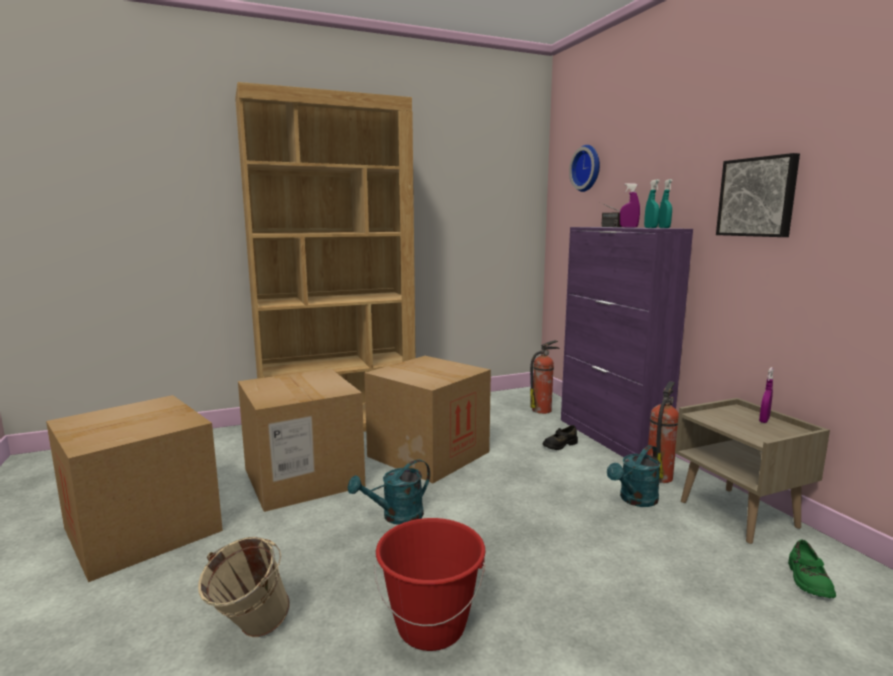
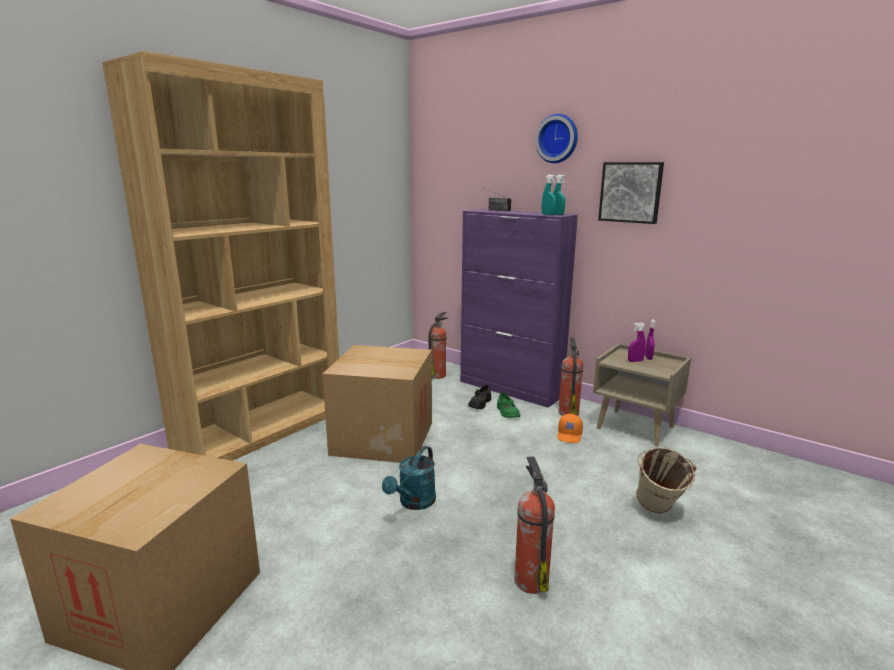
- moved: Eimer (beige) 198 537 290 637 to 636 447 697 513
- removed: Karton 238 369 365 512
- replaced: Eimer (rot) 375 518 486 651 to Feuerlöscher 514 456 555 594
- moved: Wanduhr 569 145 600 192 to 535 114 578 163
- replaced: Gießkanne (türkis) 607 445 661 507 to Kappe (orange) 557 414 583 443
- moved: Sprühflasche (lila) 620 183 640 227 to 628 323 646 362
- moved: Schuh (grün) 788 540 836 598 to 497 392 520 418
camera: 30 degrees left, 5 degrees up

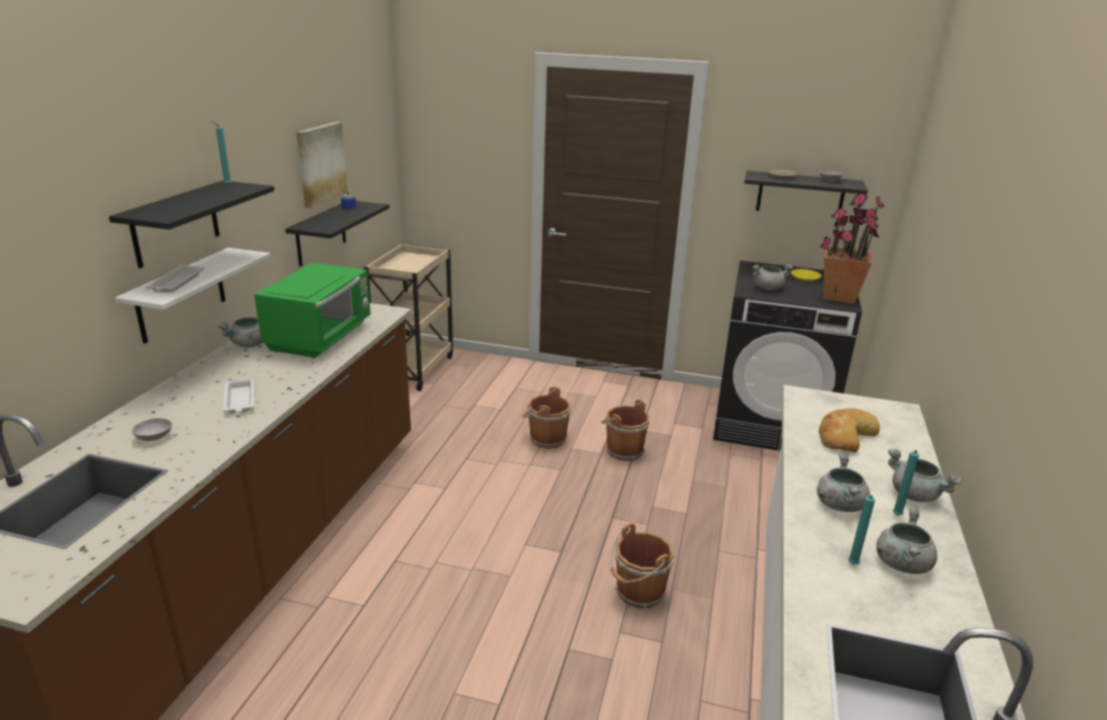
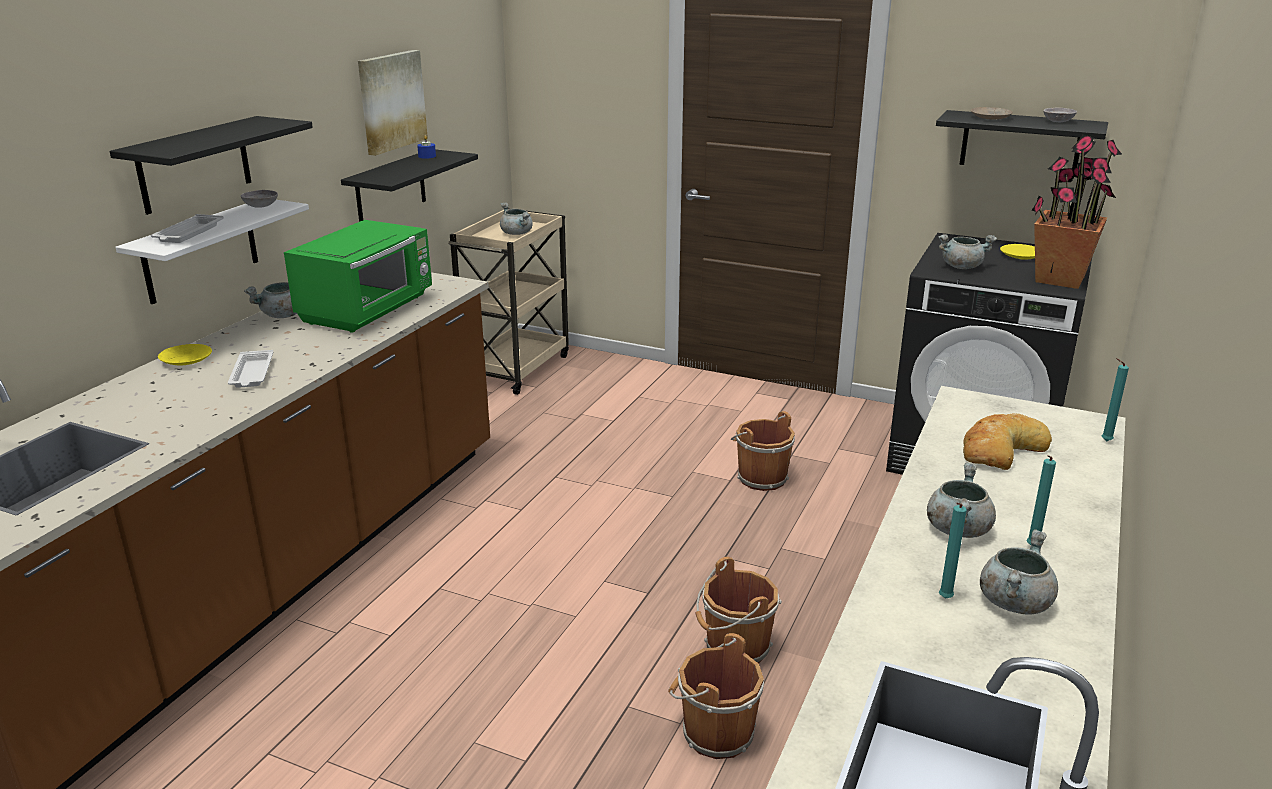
- moved: Schüssel (grau) 132 418 172 441 to 241 190 278 208
- moved: Kerze (türkis) 211 121 231 185 to 1102 358 1129 441
- moved: Eimer (braun) 522 386 571 449 to 668 633 764 759
- moved: Kochtopf (grau) 888 449 963 502 to 500 202 533 235
- added: Teller (gelb) 158 344 212 365
camera: 10 degrees right, 0 degrees up

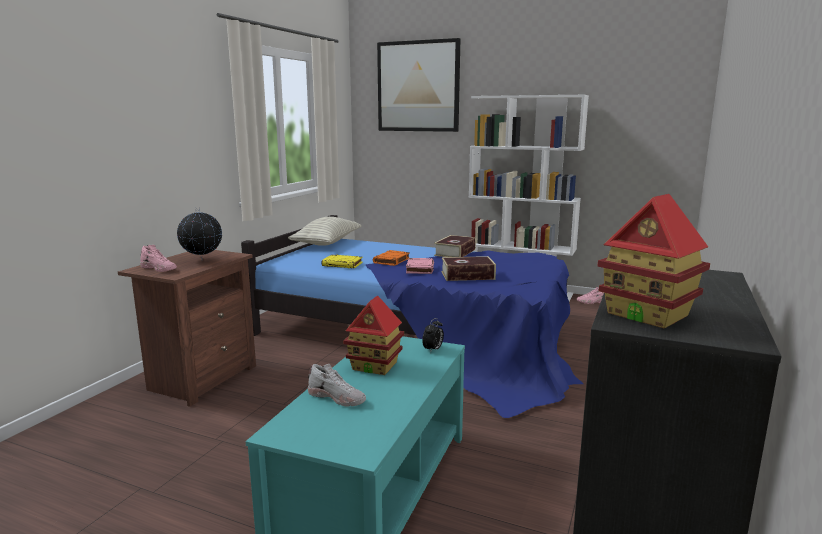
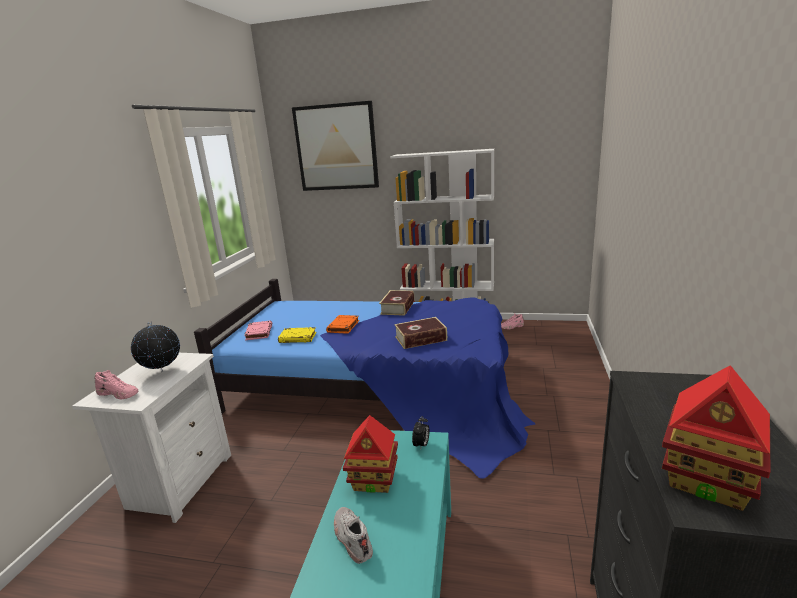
- recoloured: Nachttisch (braun) 118 250 256 407 to Nachttisch (weiß) 72 353 231 523
- removed: Kissen 288 217 361 246
- turned: Schuh (weiß) 308 364 366 407 = 334 507 373 564 135 degrees counterclockwise
- moved: Buch (rosa) 406 258 434 274 to 244 320 272 340
camera: 10 degrees left, 5 degrees up

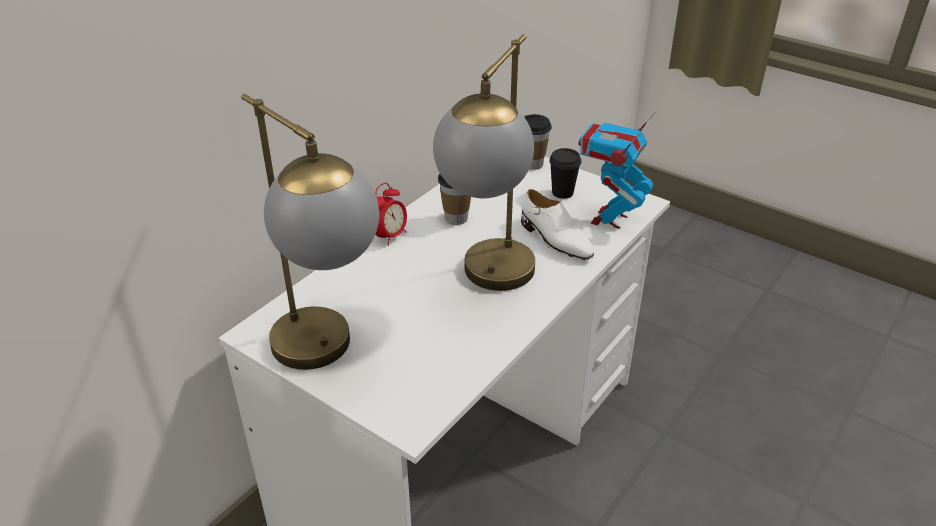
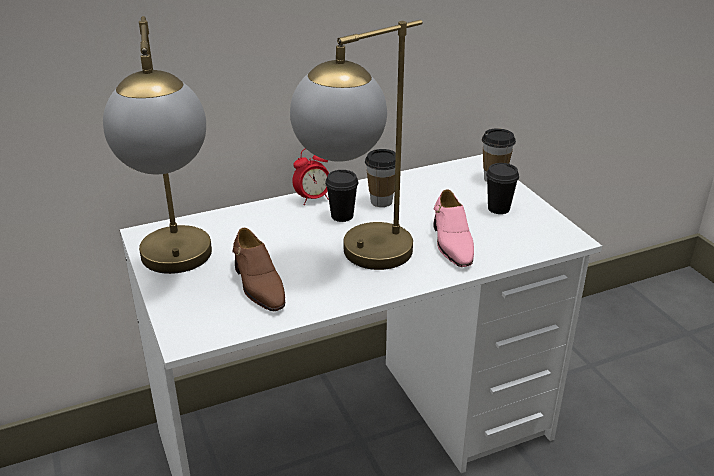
- recoloured: Schuh (weiß) 521 189 594 260 to Schuh (rosa) 433 189 474 267
- removed: Spielzeugroboter 578 112 655 229
- added: Schuh (braun) 232 228 285 311
- added: Tasse (schwarz) 325 170 358 222
camera: 30 degrees right, 5 degrees down

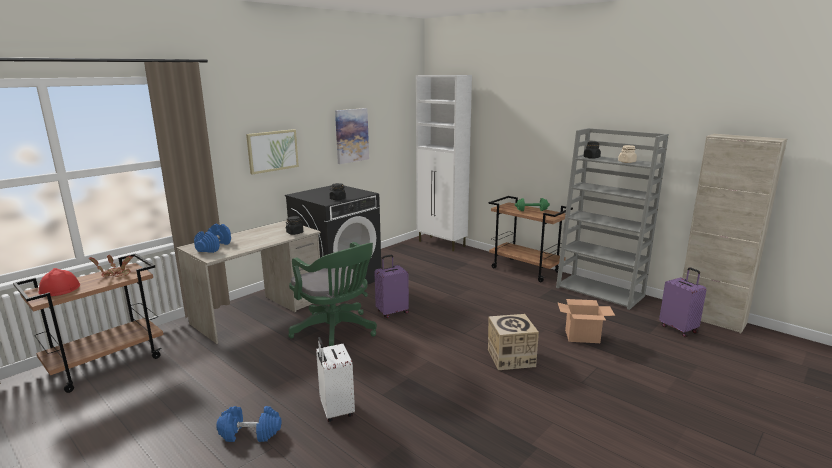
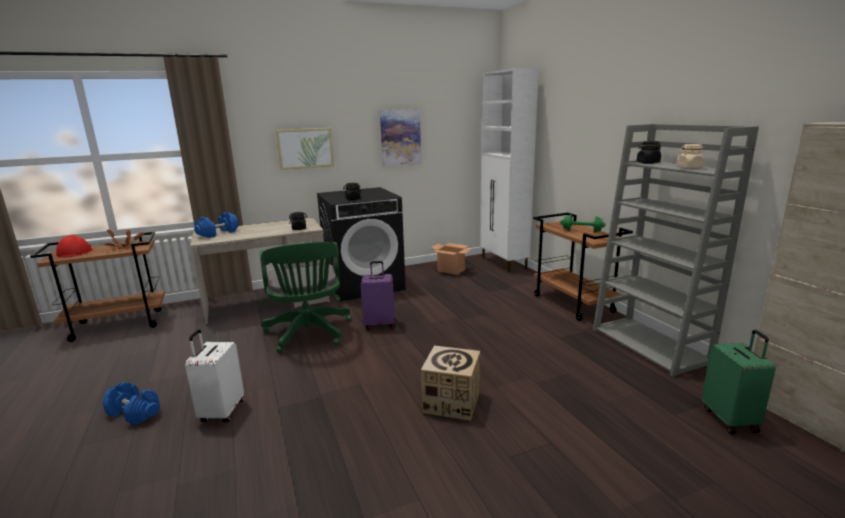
- moved: Karton 557 299 615 343 to 430 243 472 275
- recoloured: Koffer (lila) 659 267 707 337 to Koffer (grün) 702 330 776 434
camera: 25 degrees right, 0 degrees up

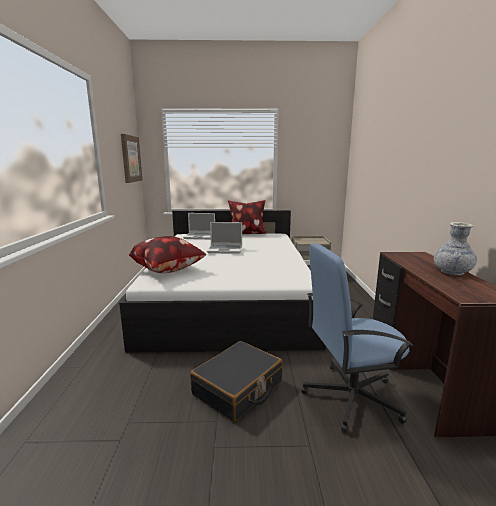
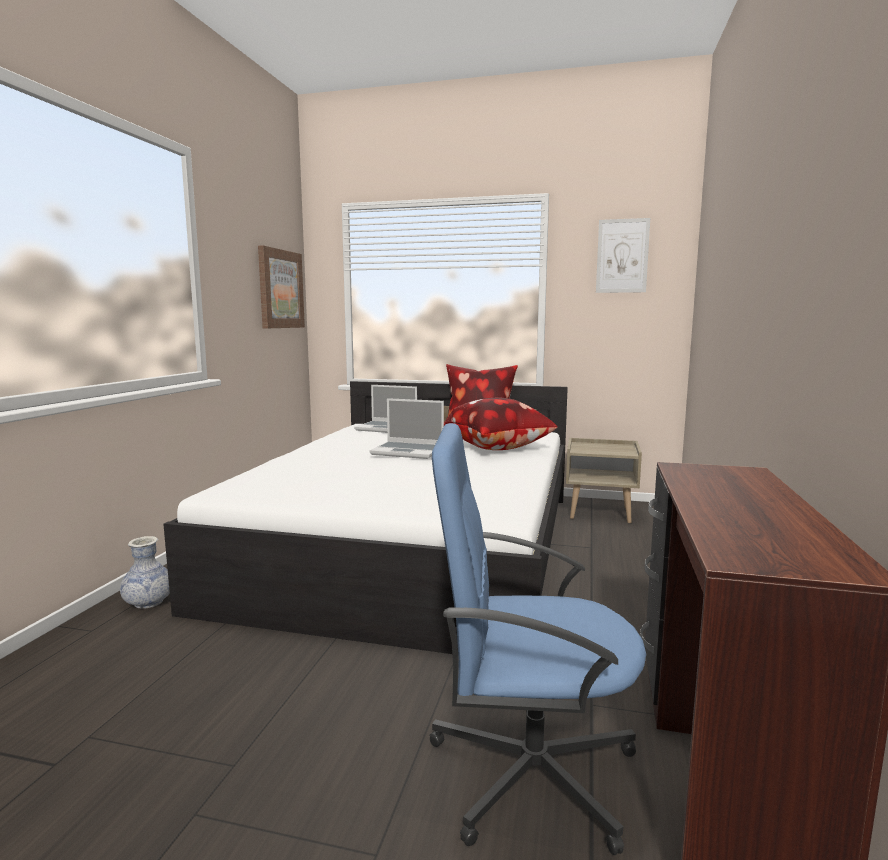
- moved: Kissen 129 236 206 273 to 444 398 558 450
- removed: Koffer (schwarz) 190 341 283 422
- moved: Vase 434 222 477 275 to 120 536 170 609
- added: Bild 596 218 650 293
camera: 15 degrees right, 5 degrees down

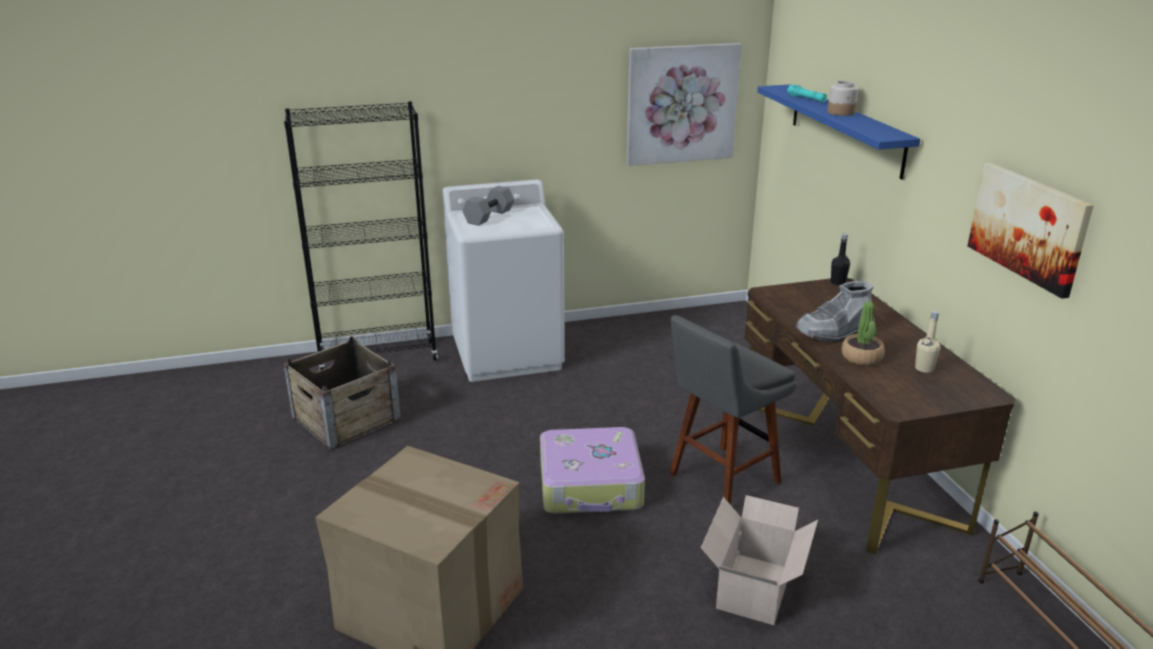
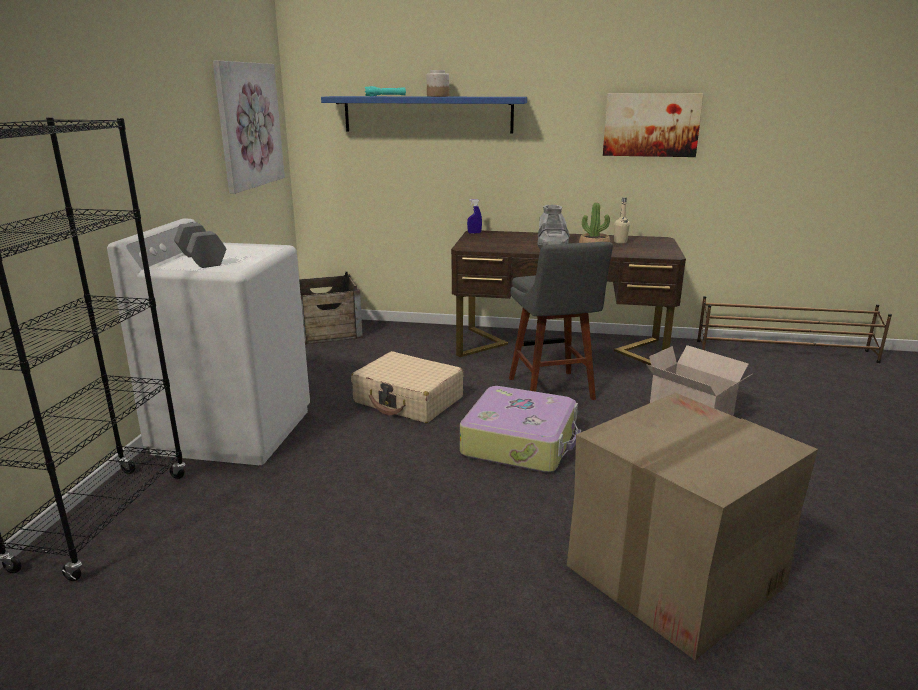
- moved: Kiste 283 336 401 450 to 299 272 363 344
- replaced: Flasche (schwarz) 830 234 850 286 to Sprühflasche (blau) 467 199 482 234
- added: Koffer (beige) 351 351 463 423
camera: 65 degrees left, 5 degrees down

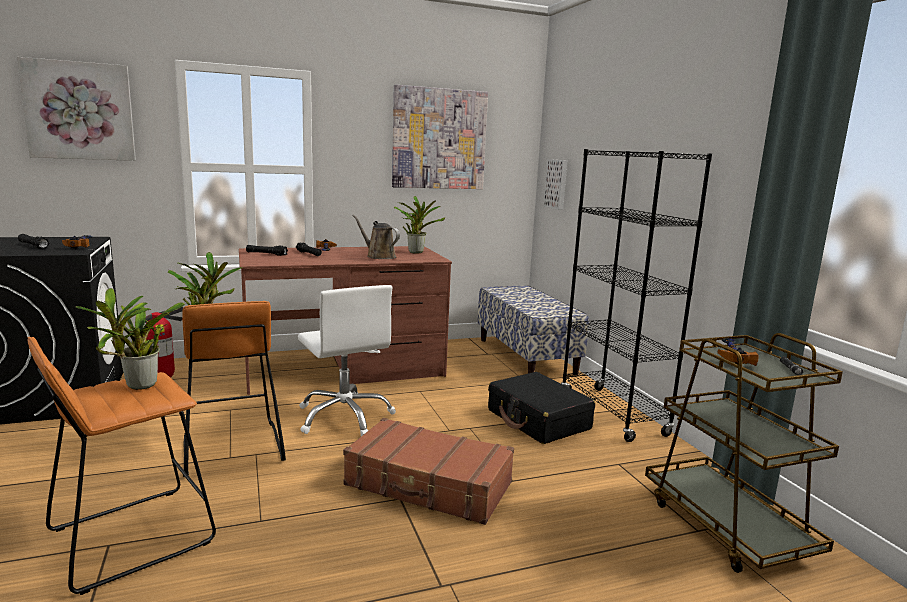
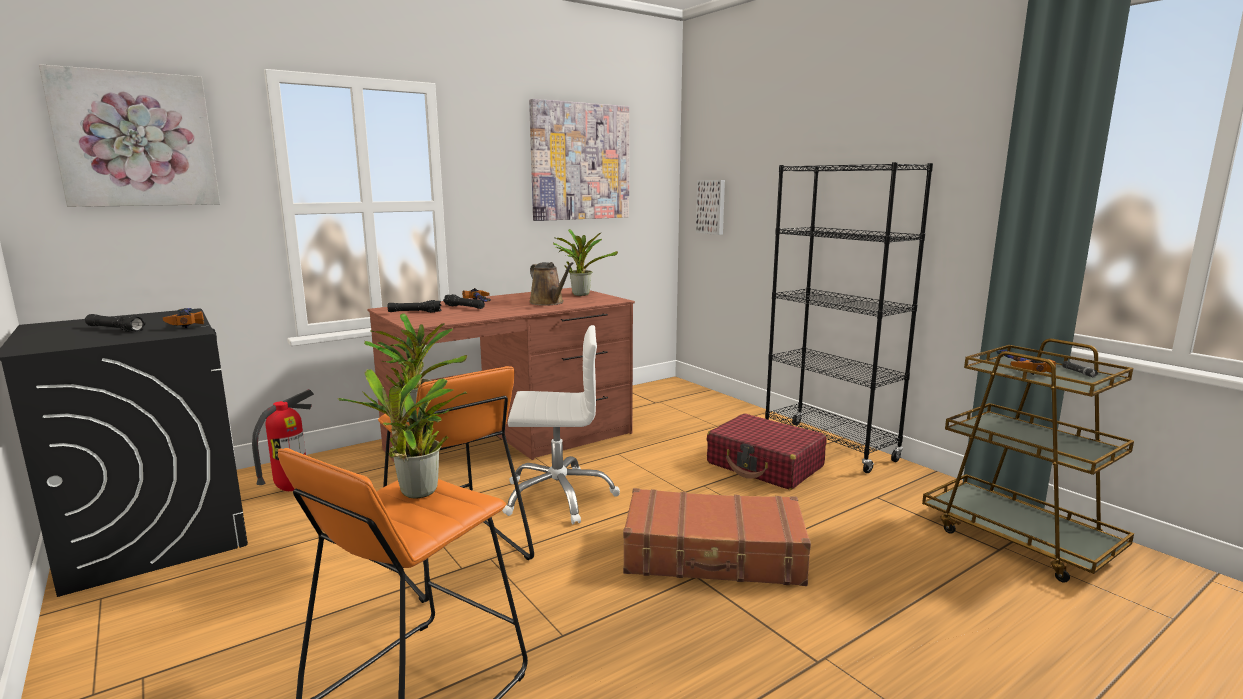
- turned: Bürostuhl (weiß) 298 285 396 436 = 502 325 620 524 45 degrees counterclockwise
- turned: Gießkanne (braun) 353 215 400 259 = 529 262 574 306 150 degrees counterclockwise
- removed: Bank 477 285 589 376
- recoloured: Koffer (schwarz) 488 372 595 444 to Koffer (rot) 707 413 827 490
camera: 15 degrees left, 0 degrees up

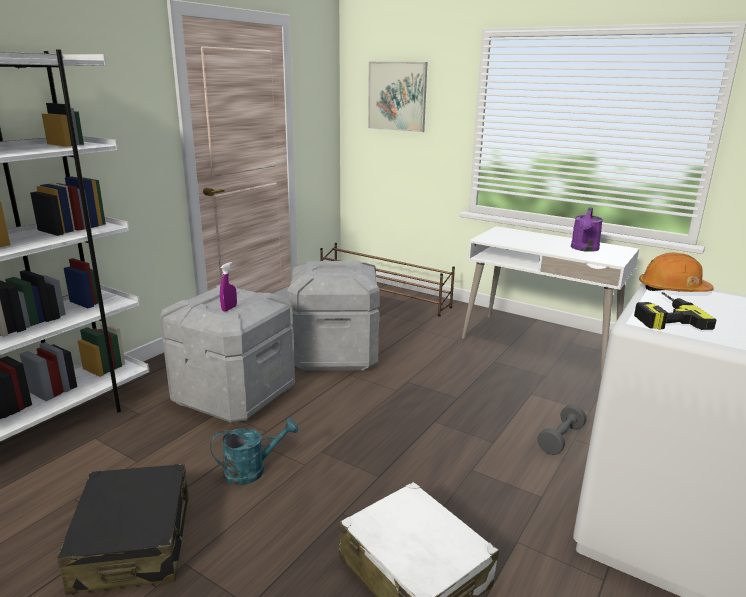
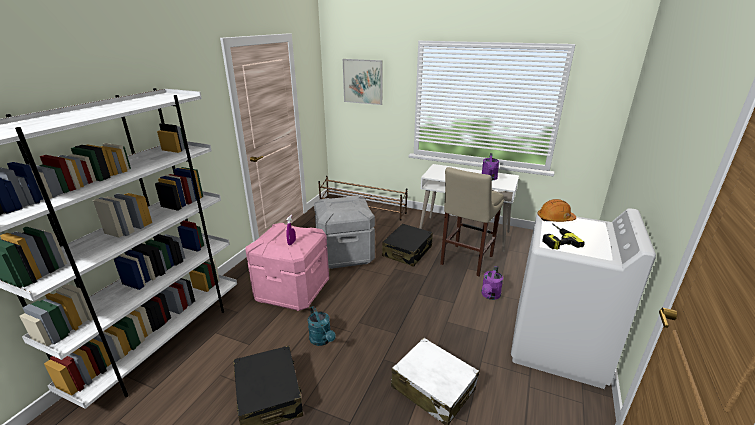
- recoloured: Aufbewahrungsbox (grau) 160 285 295 423 to Aufbewahrungsbox (rosa) 245 223 329 311
- turned: Gießkanne (türkis) 210 418 298 485 = 308 306 336 346 90 degrees clockwise
- replaced: Hantel (grau) 538 404 587 455 to Gießkanne (lila) 481 266 503 300
- added: Koffer (schwarz) 382 224 433 267
- added: Hocker (beige) 440 167 504 276
camera: 10 degrees left, 5 degrees up

